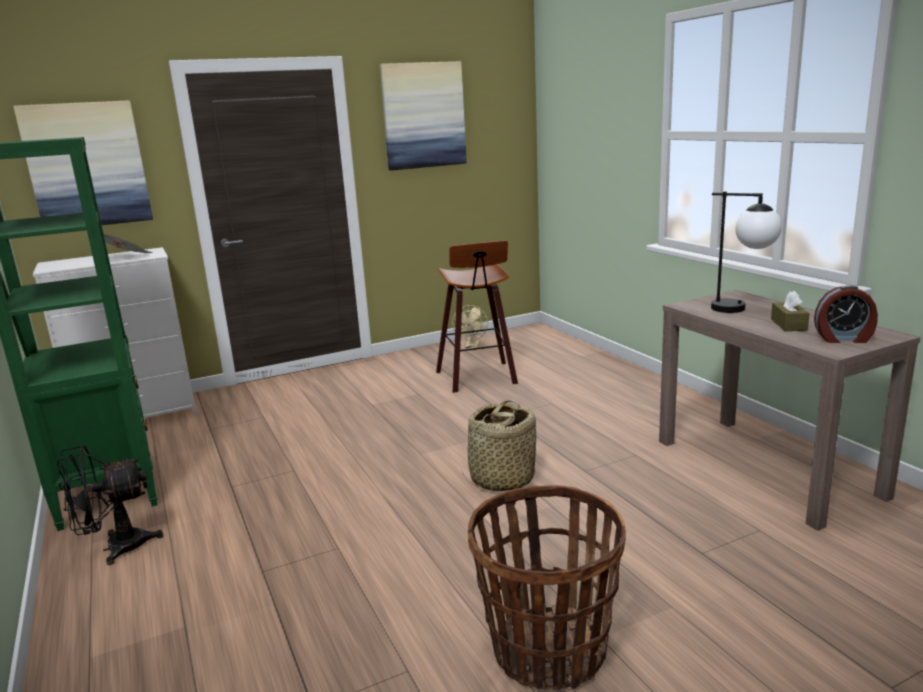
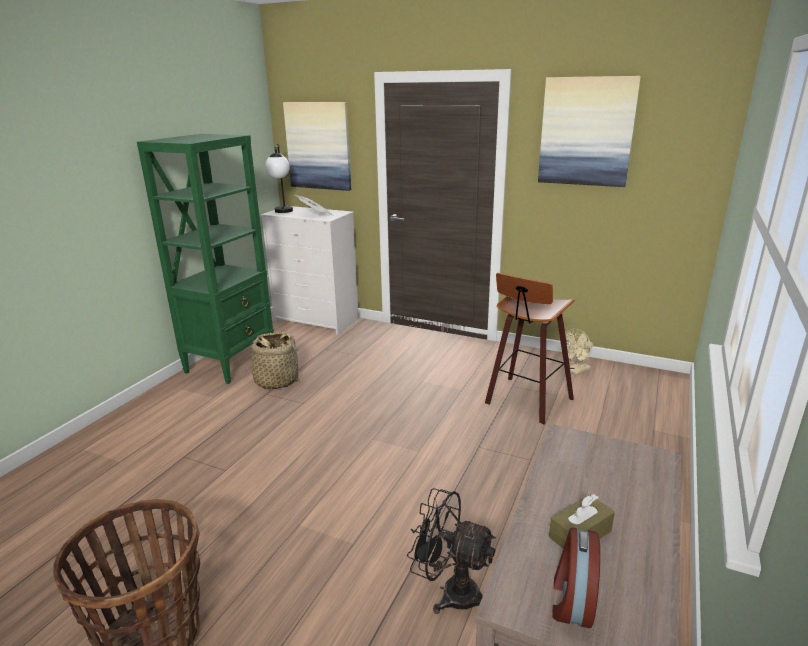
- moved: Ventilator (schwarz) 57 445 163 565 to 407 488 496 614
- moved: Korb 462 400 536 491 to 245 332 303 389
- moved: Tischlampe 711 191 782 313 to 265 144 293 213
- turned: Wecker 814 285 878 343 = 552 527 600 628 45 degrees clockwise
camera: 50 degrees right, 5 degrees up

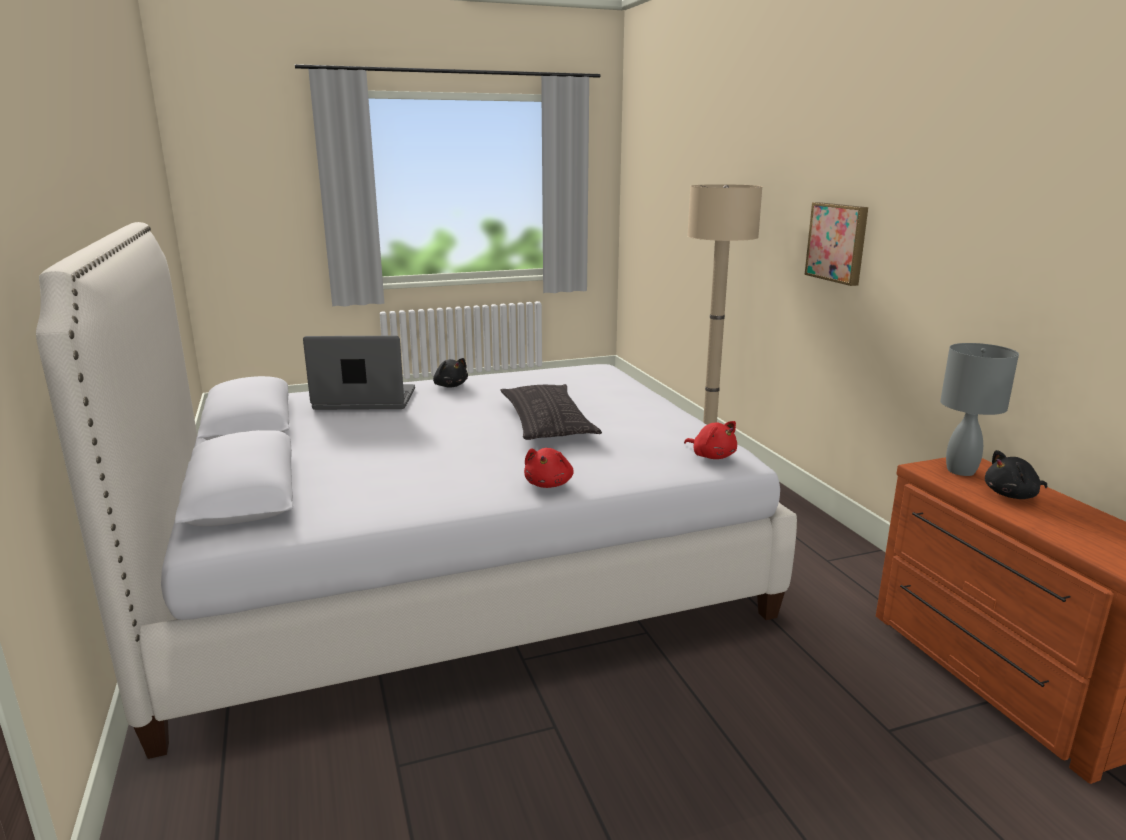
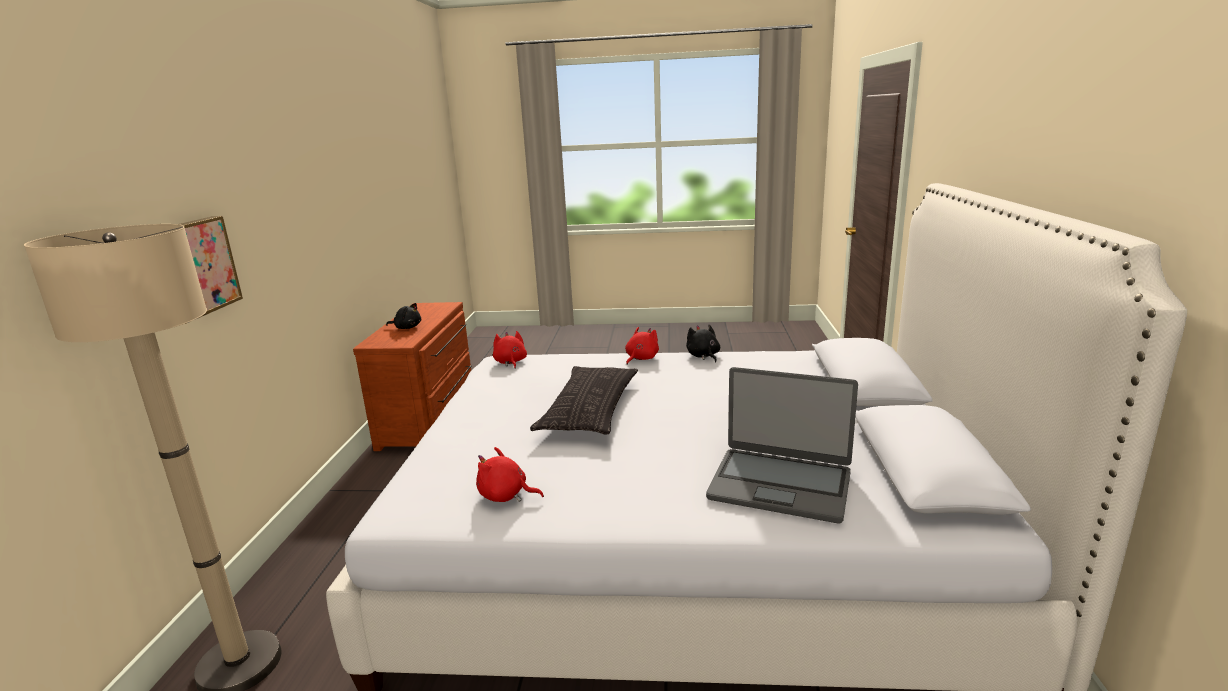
- moved: Plüschtier (schwarz) 433 358 468 388 to 686 324 720 362
- removed: Tischlampe (grau) 940 343 1019 476
- added: Plüschtier (rot) 476 447 544 502
camera: 155 degrees left, 0 degrees up

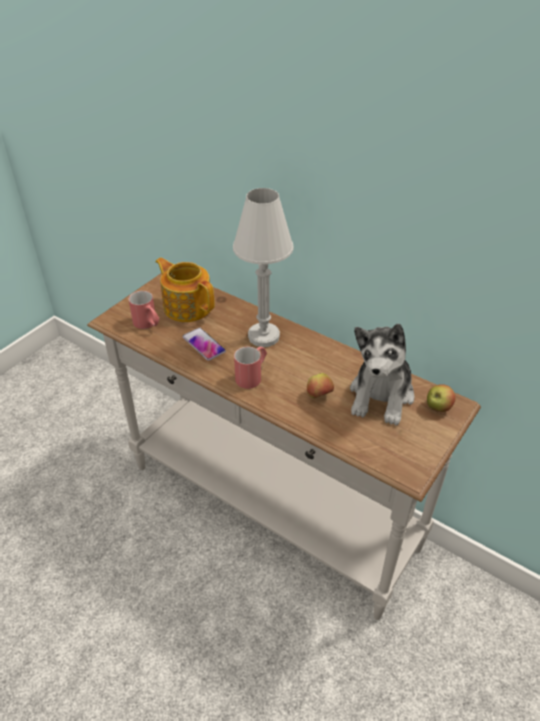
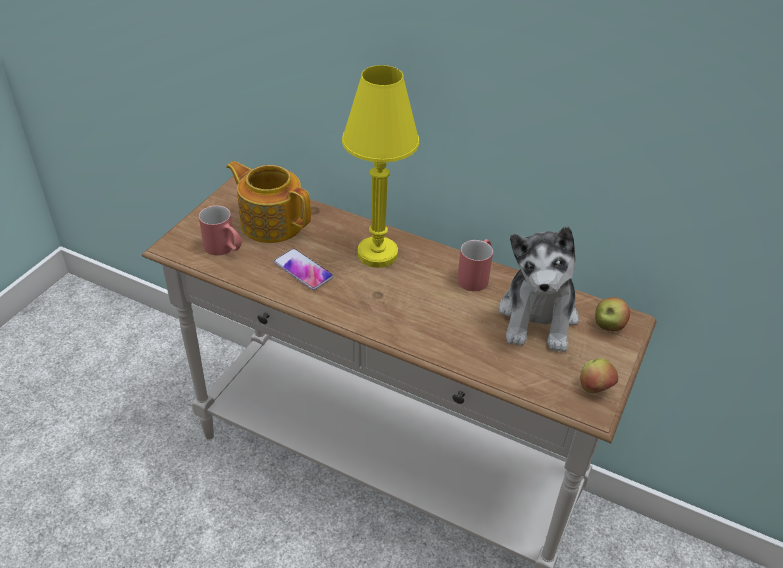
- recoloured: Tischlampe (weiß) 233 188 294 347 to Tischlampe (gelb) 342 65 419 268
- moved: Henkelbecher (rot) 234 347 267 389 to 457 239 493 291
- moved: Apfel 307 373 334 398 to 580 358 618 393
camera: 10 degrees left, 0 degrees up

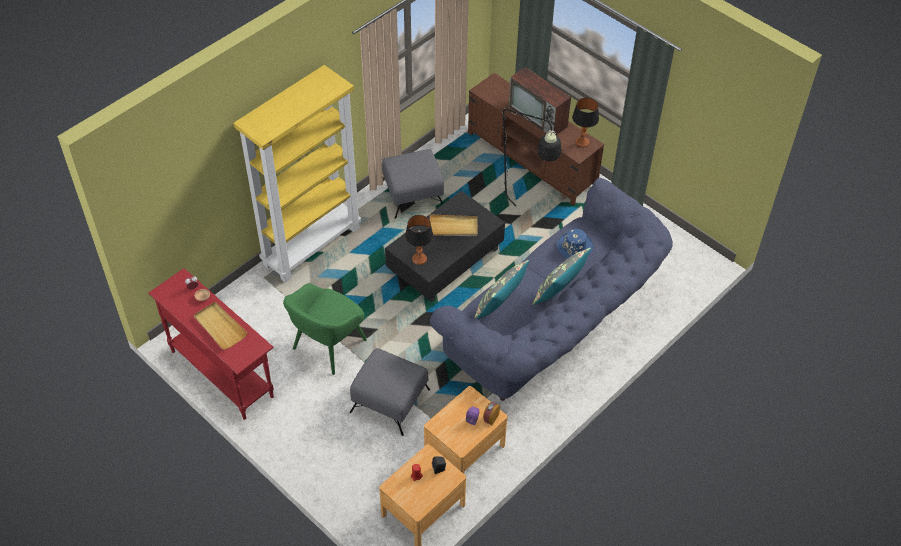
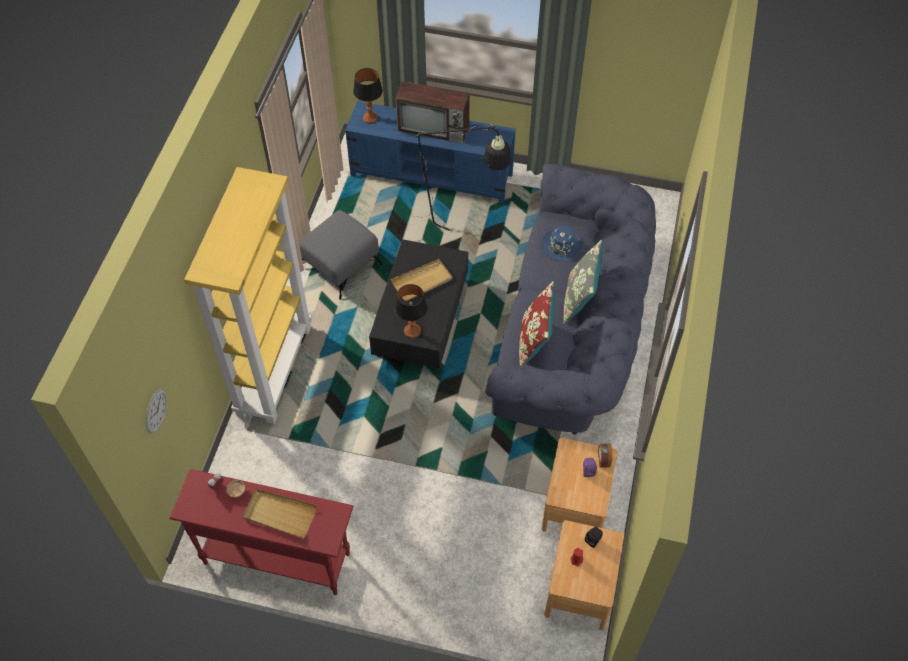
- removed: Sessel (grün) 283 284 367 375
- removed: Polsterhocker (grau) 350 348 430 436
- recoloured: Fernsehschrank (braun) 468 73 604 206 to Fernsehschrank (blau) 345 101 516 204
- recoloured: Kissen (grau) 475 260 529 319 to Kissen (rot) 519 281 555 365
- moved: Tischlampe 572 98 599 148 to 353 68 383 124
- added: Wanduhr 146 389 167 434
camera: 30 degrees left, 5 degrees up

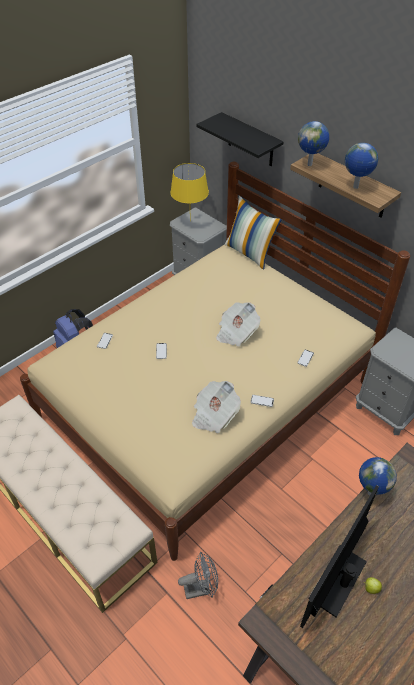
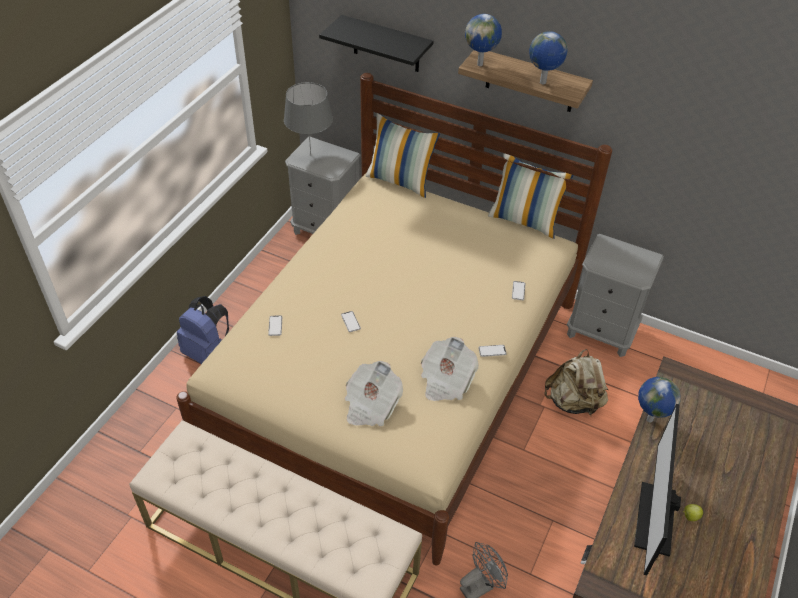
- recoloured: Tischlampe (gelb) 170 163 209 221 to Tischlampe (grau) 284 82 333 155
- moved: Zeitung 216 302 260 347 to 345 361 403 426
- added: Kissen 488 153 573 239
- added: Rucksack (beige) 544 349 608 416
camera: 20 degrees left, 0 degrees up

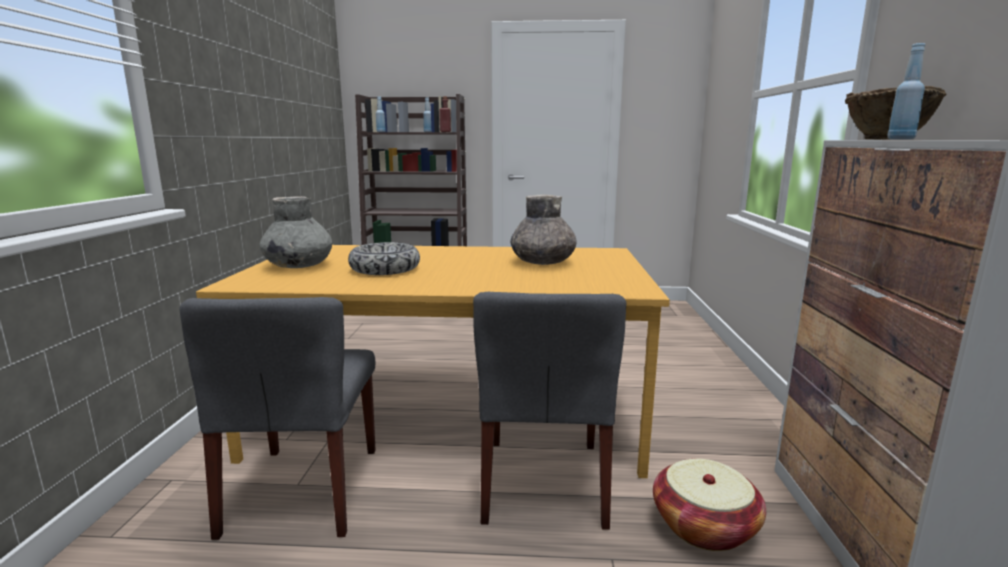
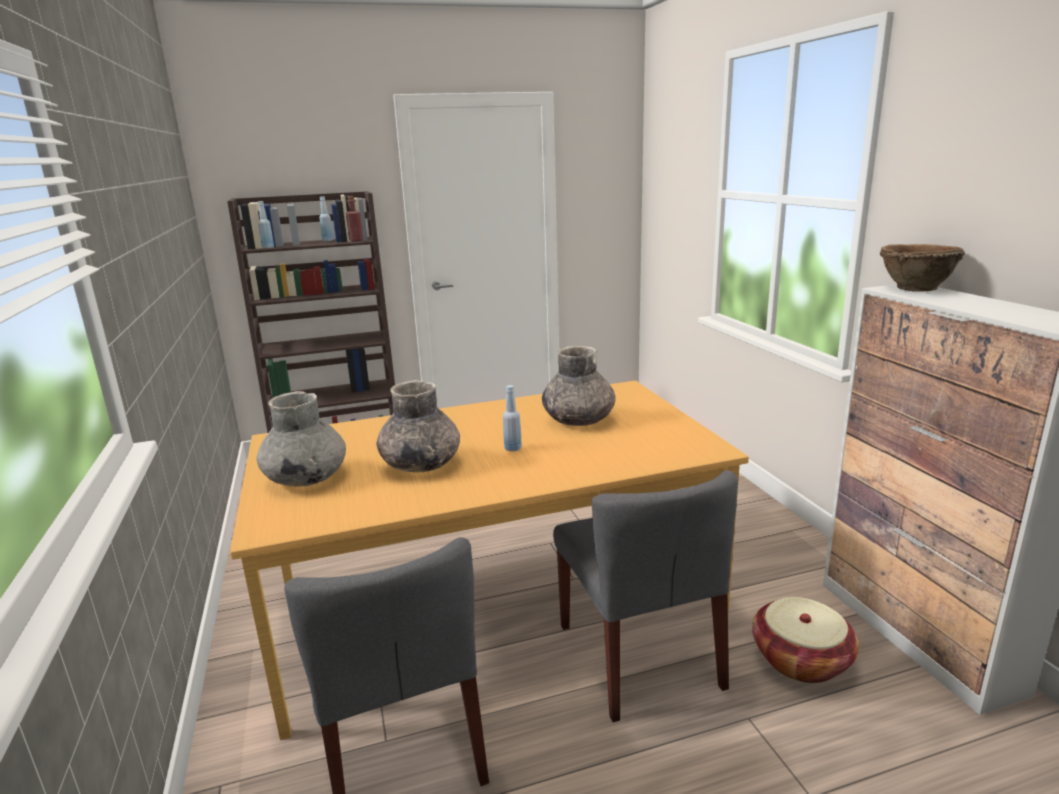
- replaced: Schüssel 348 242 420 275 to Vase (grau) 376 380 460 472
- moved: Flasche (blau) 887 43 925 140 to 503 385 522 451
camera: 20 degrees left, 5 degrees up

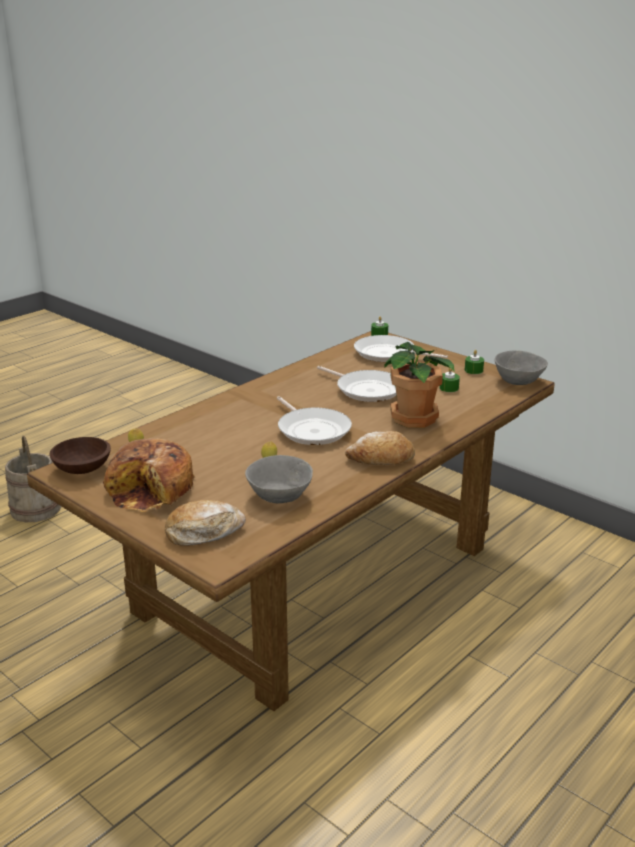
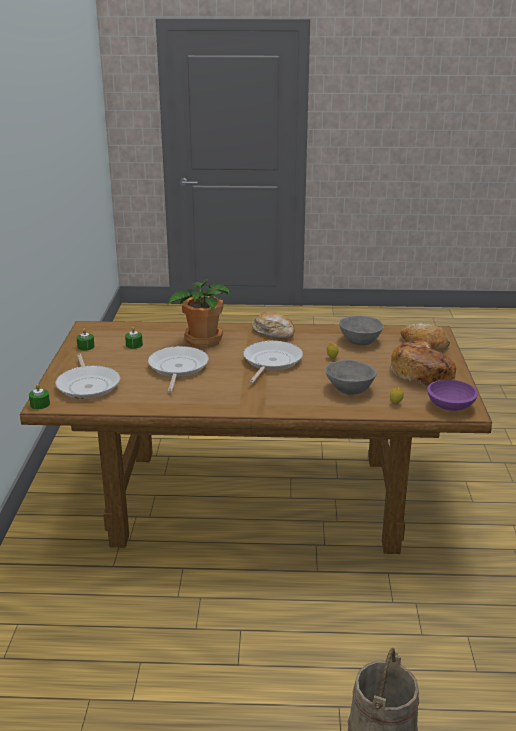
- recoloured: Schüssel (braun) 50 437 111 474 to Schüssel (lila) 427 380 478 411
- moved: Schüssel (grau) 494 350 548 385 to 325 360 377 395
camera: 130 degrees left, 0 degrees up

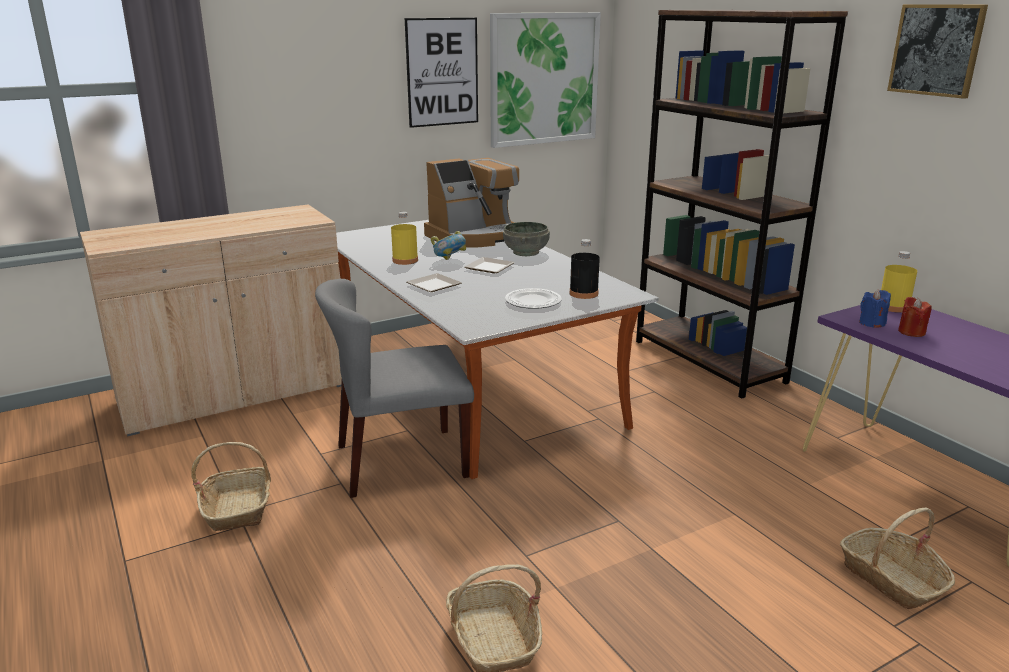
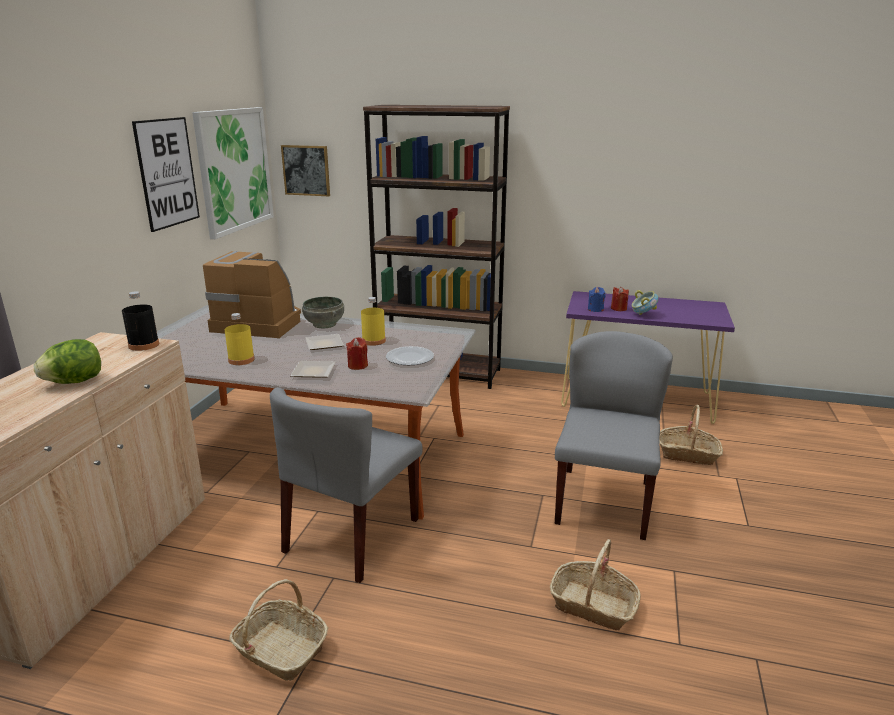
- turned: Kaffeemaschine 424 158 519 248 = 203 251 301 338 90 degrees counterclockwise
- moved: Schüssel 431 231 466 260 to 632 290 659 315
- moved: Flasche (schwarz) 570 239 600 299 to 122 291 159 351
- moved: Flasche (gelb) 881 251 917 313 to 361 297 386 346
- moved: Bild 887 4 988 99 to 281 145 330 196
- added: Salatkopf 34 339 101 384
- added: Kerze (rot) 346 337 368 370
- added: Stuhl (grau) 555 331 673 540
camera: 45 degrees left, 0 degrees up

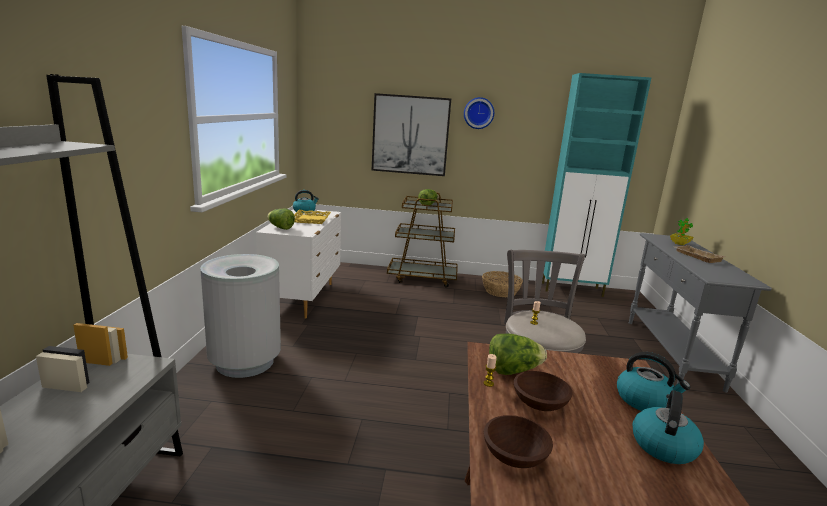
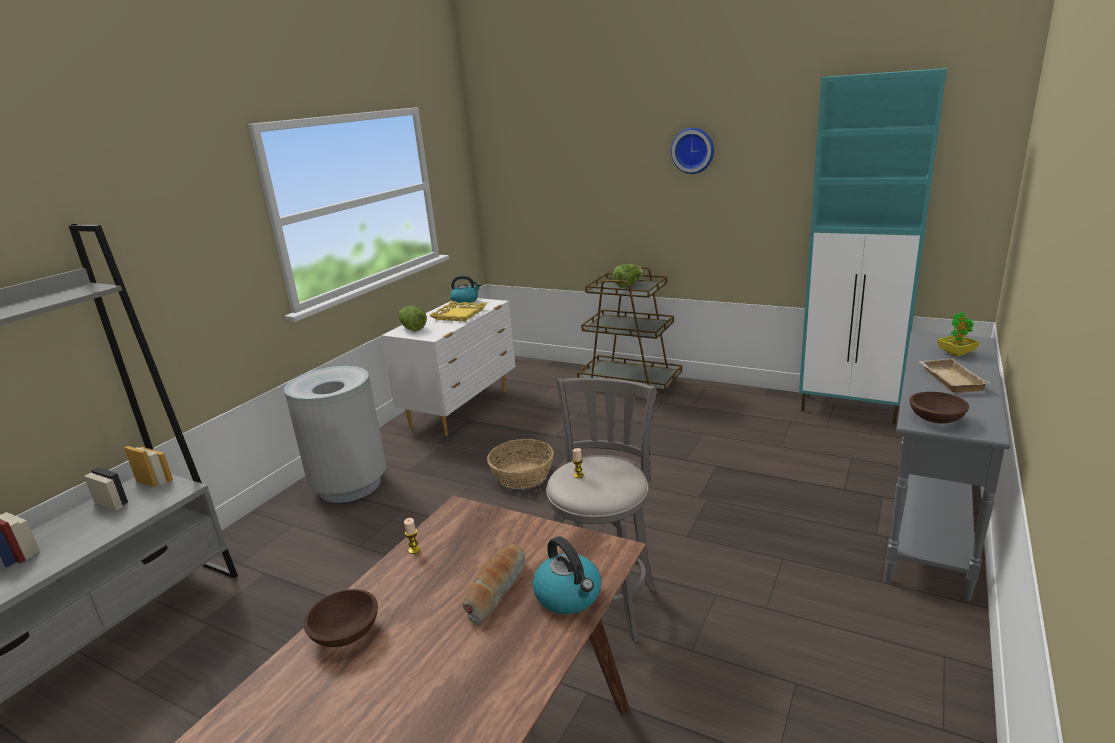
- removed: Bild 372 93 451 176
- moved: Korb 482 271 523 297 to 487 439 554 489
- removed: Salatkopf 489 333 547 375
- moved: Schüssel (braun) 514 371 573 411 to 909 392 969 423
- removed: Wasserkessel 632 390 704 464
- added: Brot 463 544 525 625
camera: 25 degrees right, 5 degrees up

